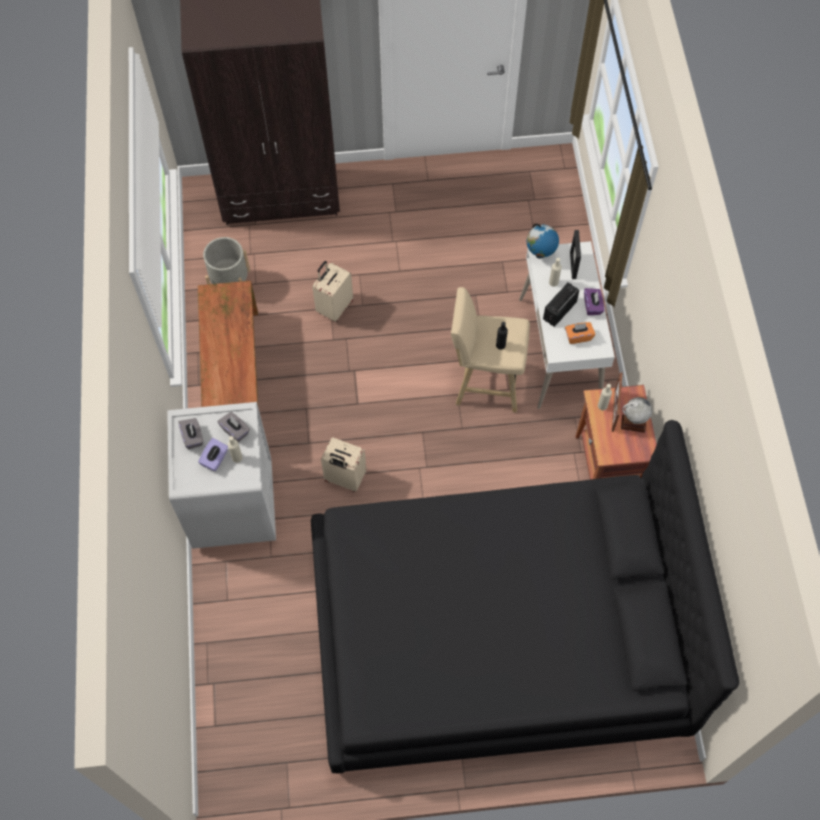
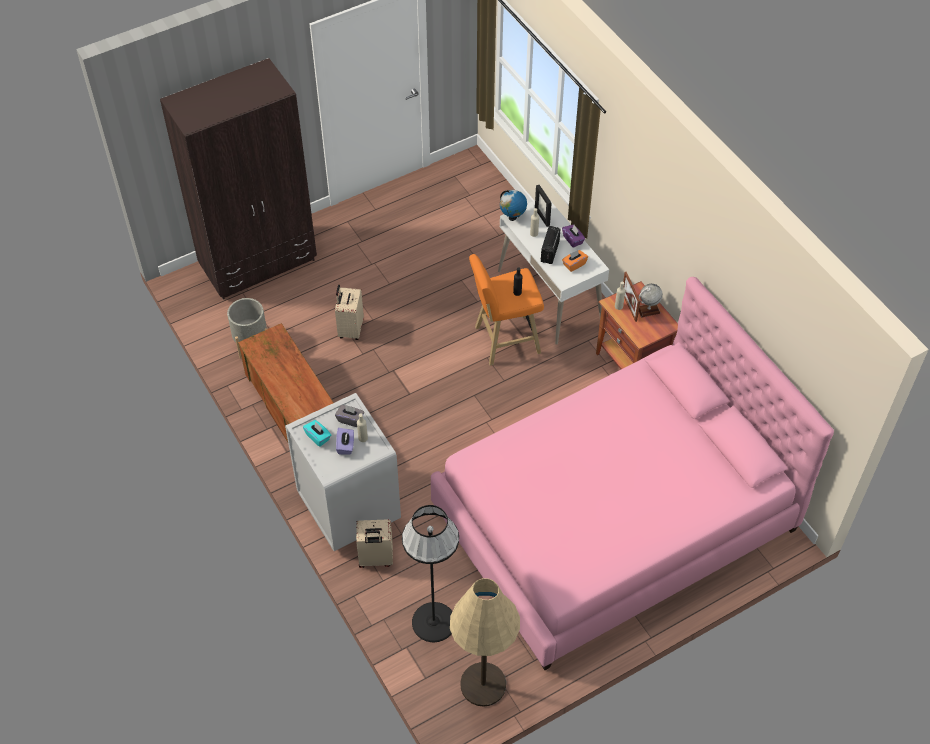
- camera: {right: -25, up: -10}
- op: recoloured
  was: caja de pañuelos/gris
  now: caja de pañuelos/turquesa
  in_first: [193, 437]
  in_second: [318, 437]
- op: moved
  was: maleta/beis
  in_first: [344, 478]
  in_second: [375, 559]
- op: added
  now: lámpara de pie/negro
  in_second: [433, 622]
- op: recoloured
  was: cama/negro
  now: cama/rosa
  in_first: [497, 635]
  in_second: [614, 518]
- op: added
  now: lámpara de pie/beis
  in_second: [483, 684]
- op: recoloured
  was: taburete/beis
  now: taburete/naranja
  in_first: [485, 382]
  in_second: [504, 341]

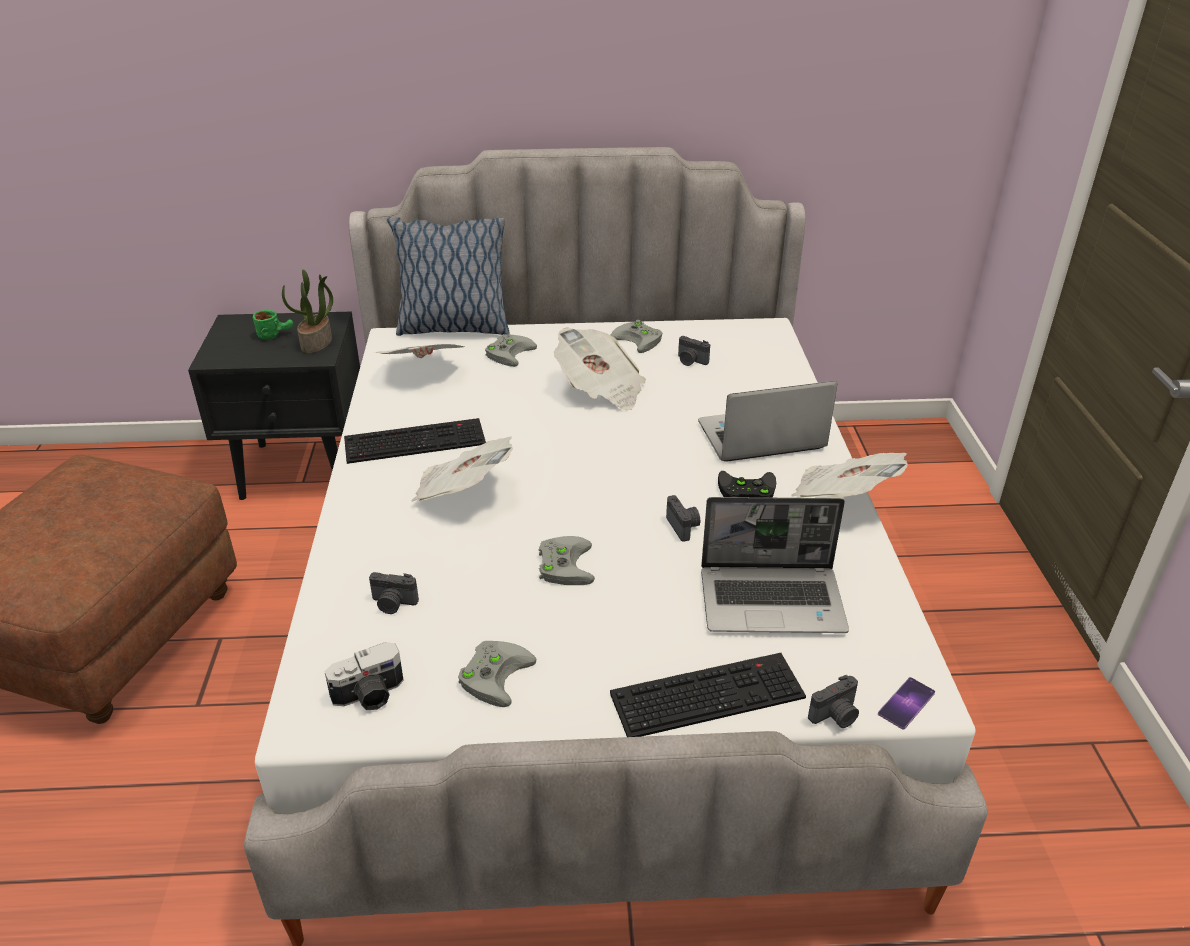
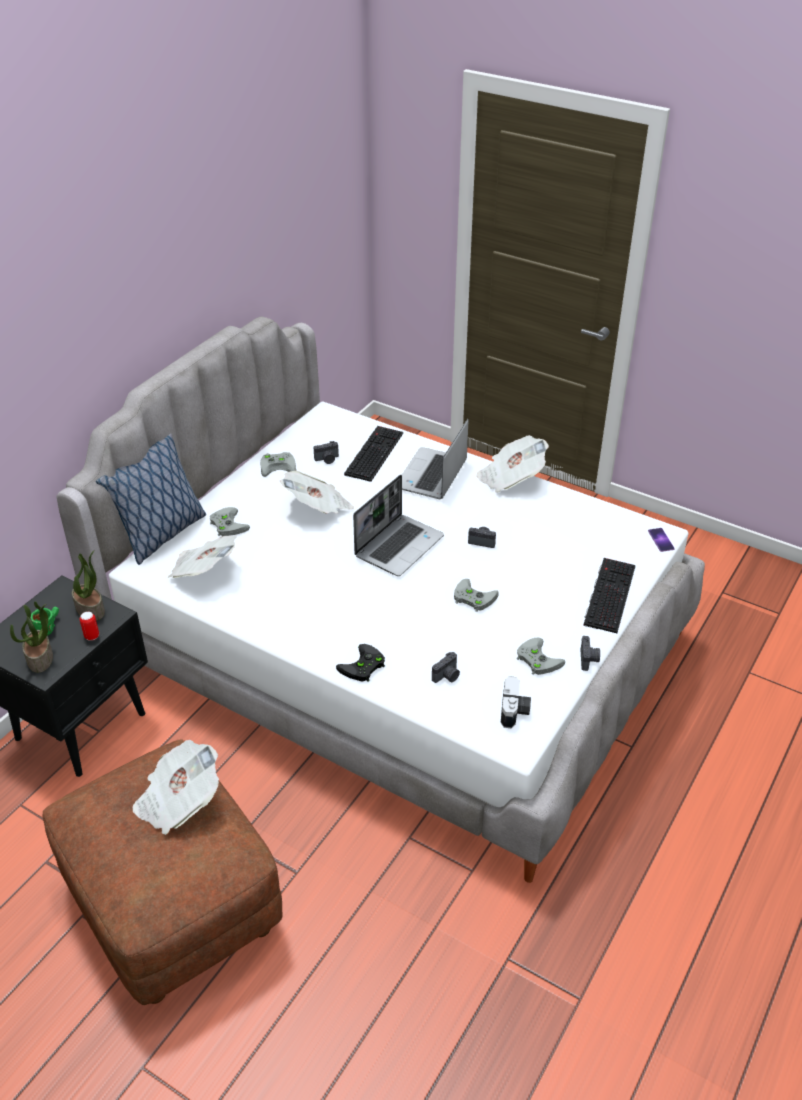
- camera: {right: -55, up: 5}
- op: added
  now: planta en maceta
  in_second: [40, 658]
- op: added
  now: lata
  in_second: [92, 636]
- op: moved
  was: periódico
  in_first: [463, 492]
  in_second: [178, 801]
- op: moved
  was: mando de consola/negro
  in_first: [745, 491]
  in_second: [362, 667]
- op: moved
  was: teclado
  in_first: [416, 440]
  in_second: [373, 453]
- op: moved
  was: portátil
  in_first: [773, 600]
  in_second: [399, 546]
- op: moved
  was: cámara
  in_first: [835, 716]
  in_second: [589, 659]

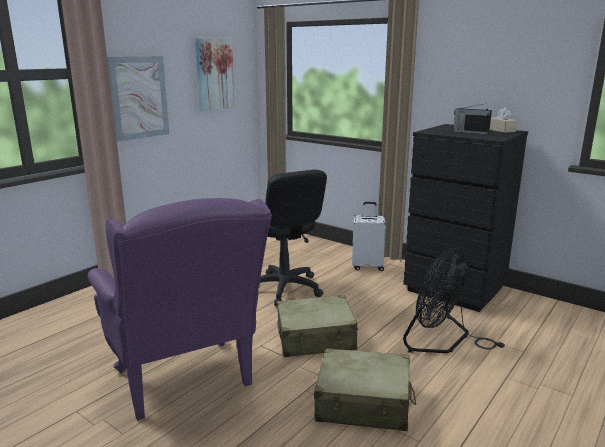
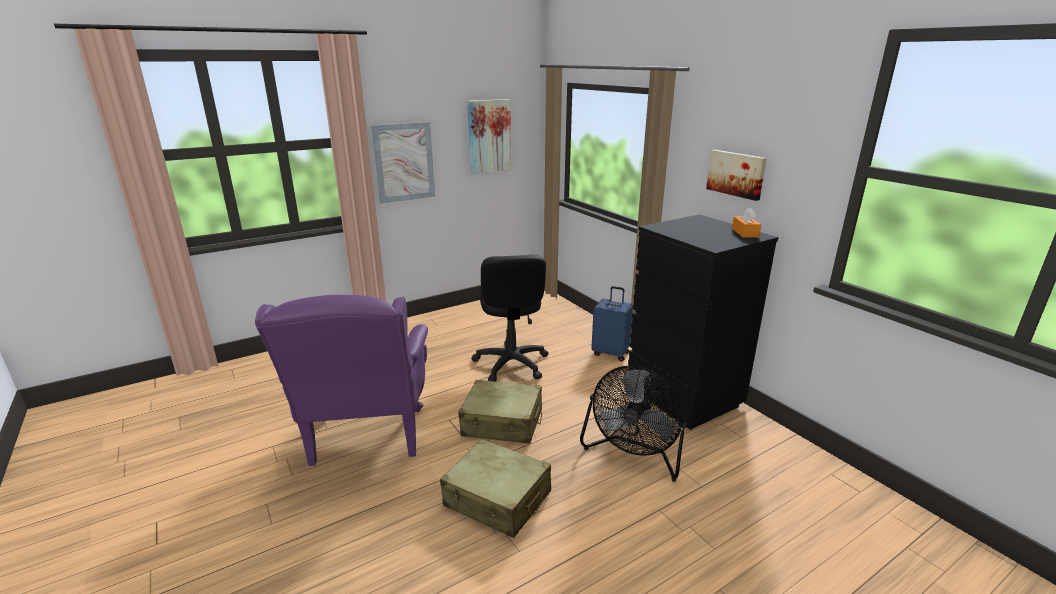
- camera: {right: 20, up: 5}
- op: turned
  was: ventilador/negro
  in_first: [447, 338]
  in_second: [631, 452]
  clockwise: -120
- op: recoloured
  was: maleta/blanco
  now: maleta/azul
  in_first: [367, 266]
  in_second: [611, 353]
- op: added
  now: cuadro
  in_second: [736, 174]
- op: recoloured
  was: caja de pañuelos/beis
  now: caja de pañuelos/naranja
  in_first: [501, 130]
  in_second: [745, 233]
- op: removed
  was: radio
  in_first: [470, 132]

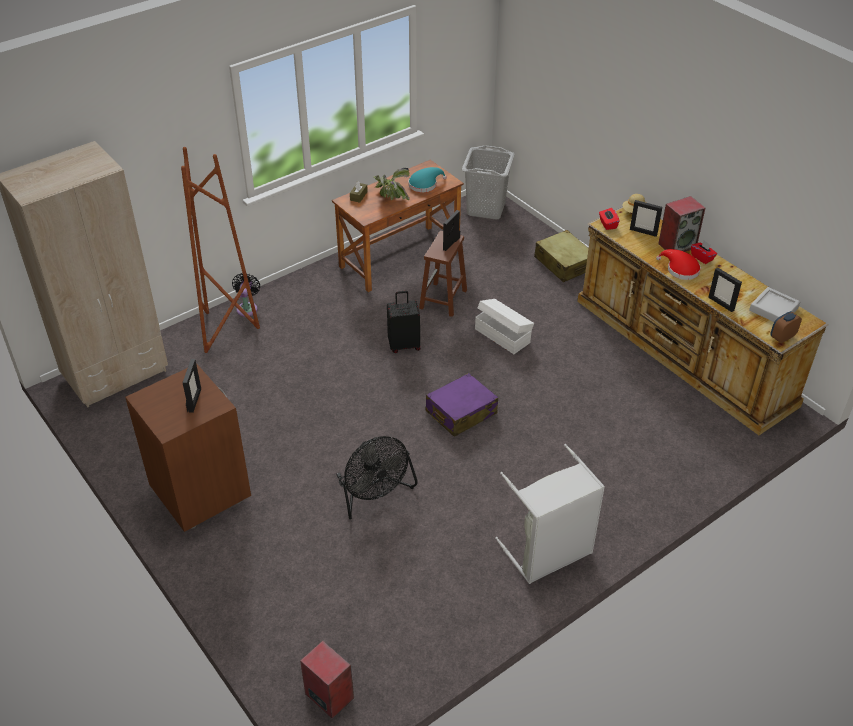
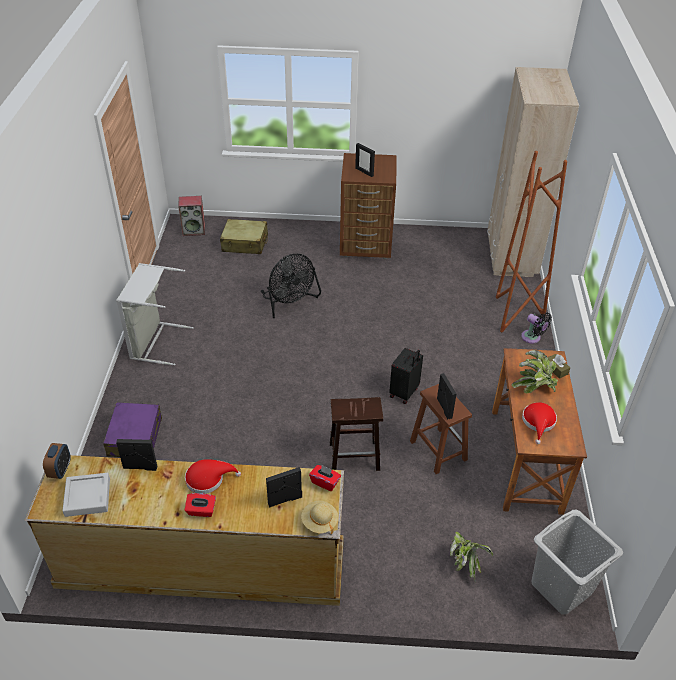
- camera: {right: 130, up: 0}
- op: moved
  was: maleta/morado
  in_first: [461, 412]
  in_second: [135, 437]
- op: moved
  was: maleta/beis
  in_first: [564, 263]
  in_second: [245, 243]
- op: turned
  was: ventilador/negro
  in_first: [371, 494]
  in_second: [287, 302]
  clockwise: -135
- op: replaced
  was: caja de almacenaje/blanco
  now: taburete/marrón
  in_first: [502, 335]
  in_second: [355, 456]
- op: added
  now: planta en maceta
  in_second: [465, 563]
- op: recoloured
  was: sombrero/turquesa
  now: sombrero/rojo
  in_first: [424, 184]
  in_second: [538, 422]
- op: removed
  was: altavoz
  in_first: [677, 245]

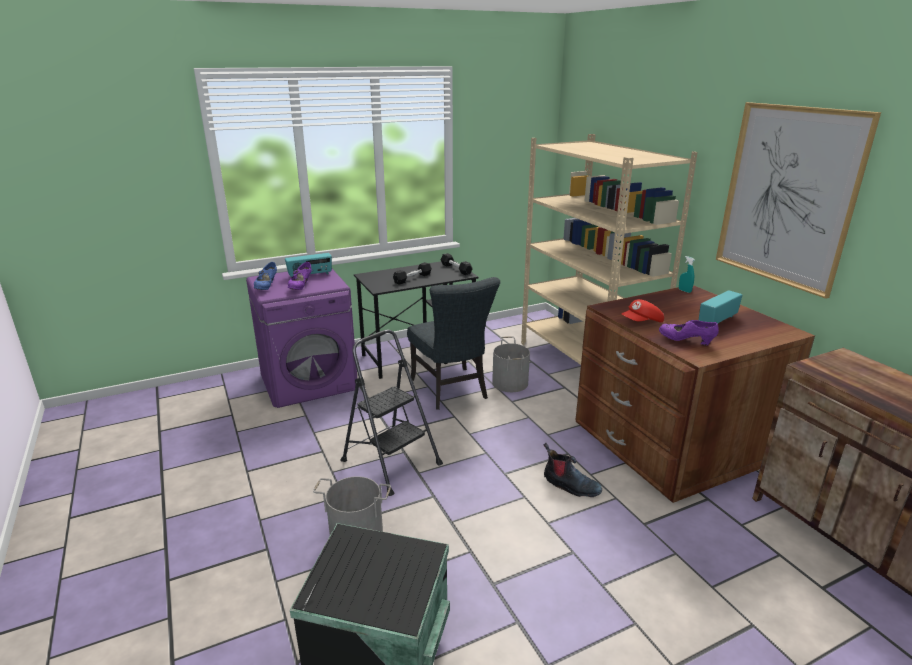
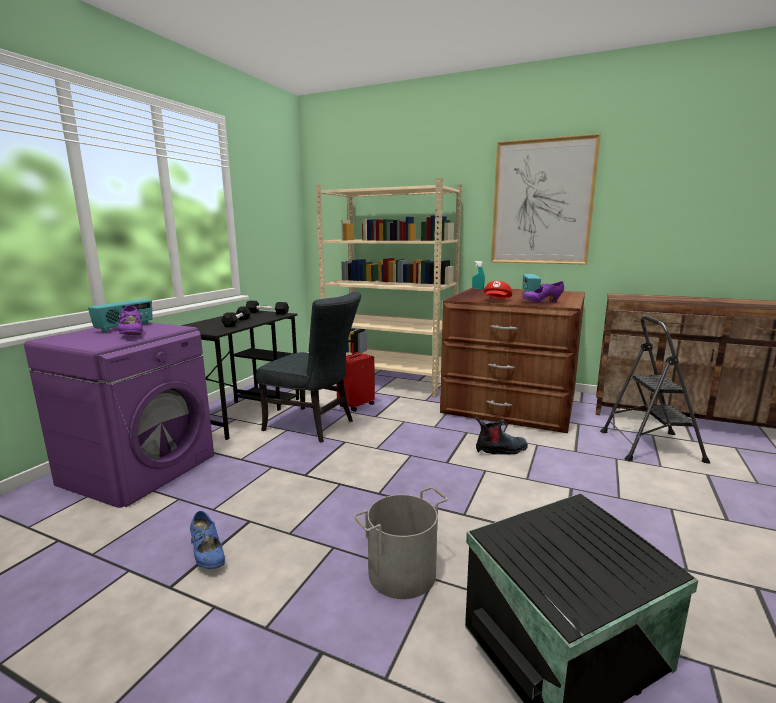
- camera: {right: -40, up: -10}
- op: moved
  was: zapato/azul
  in_first: [266, 287]
  in_second: [208, 556]
- op: replaced
  was: cubo/gris
  now: maleta/rojo
  in_first: [510, 383]
  in_second: [355, 406]
- op: moved
  was: escalera de tijera/negro
  in_first: [389, 460]
  in_second: [648, 445]

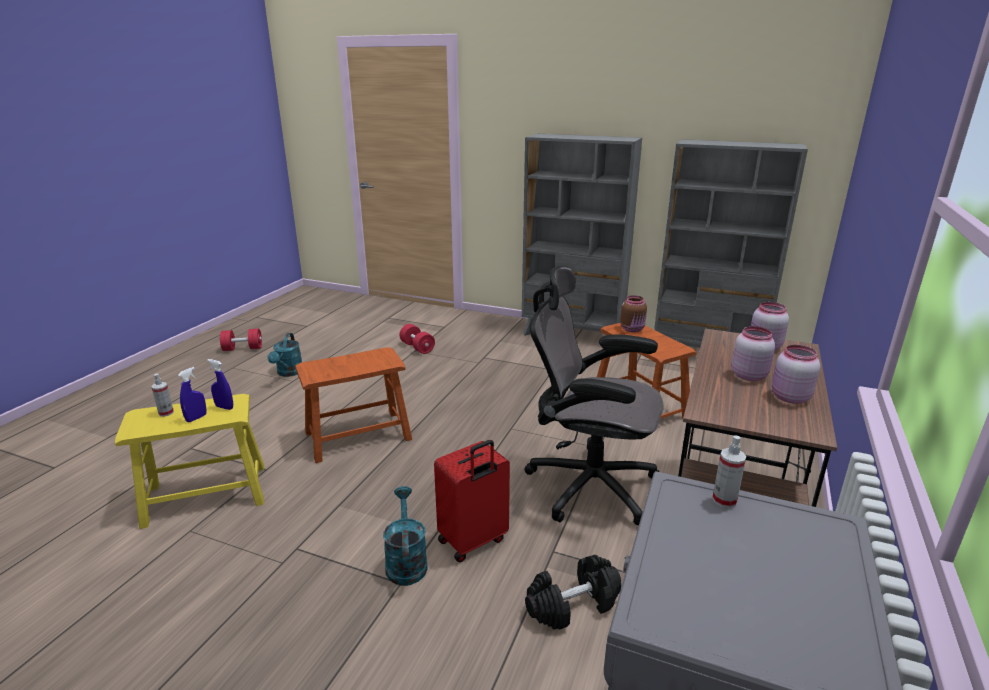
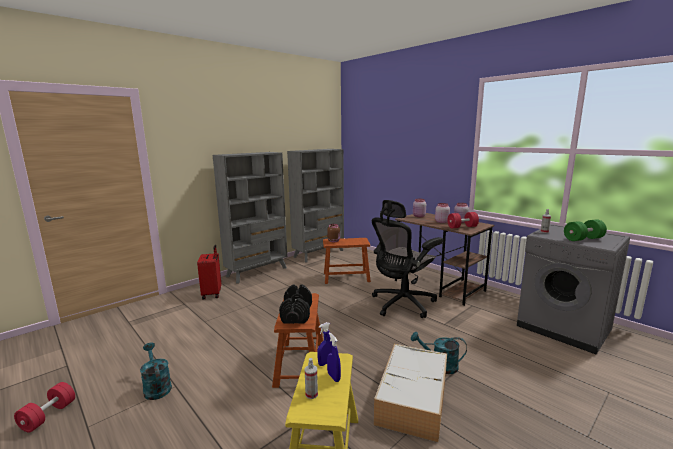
- camera: {right: -65, up: -10}
- op: turned
  was: regadera/turquesa
  in_first: [288, 373]
  in_second: [156, 387]
  clockwise: -150
- op: moved
  was: maleta/rojo
  in_first: [473, 541]
  in_second: [212, 294]
- op: moved
  was: mancuerna/negro
  in_first: [572, 605]
  in_second: [296, 314]
- op: added
  now: caja de almacenaje
  in_second: [413, 399]
- op: moved
  was: mancuerna/rojo
  in_first: [417, 347]
  in_second: [462, 227]
- op: added
  now: mancuerna/verde
  in_second: [583, 239]

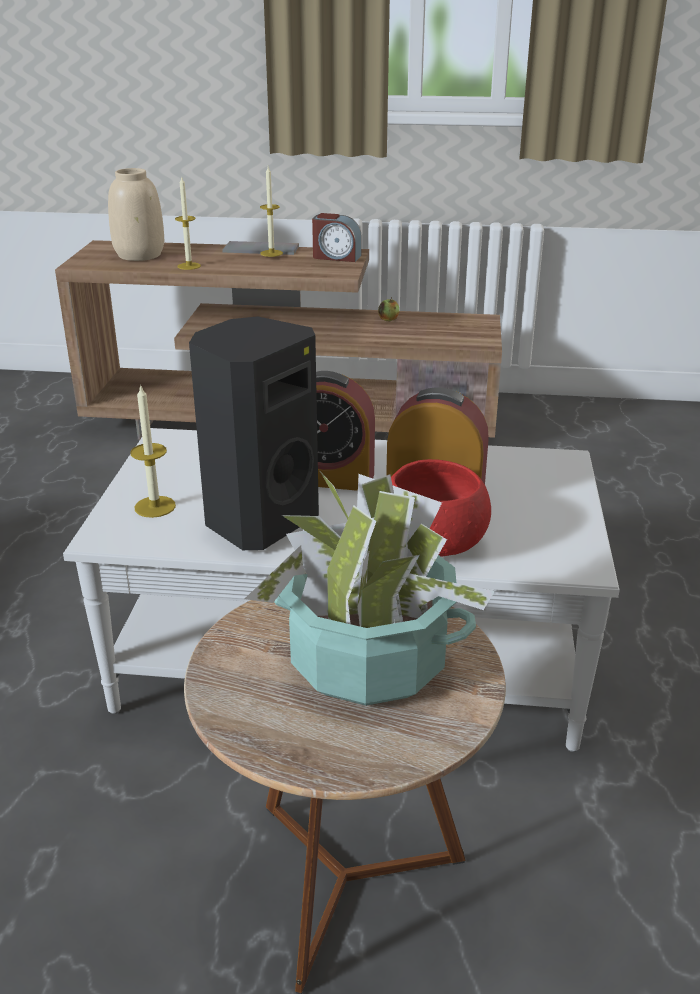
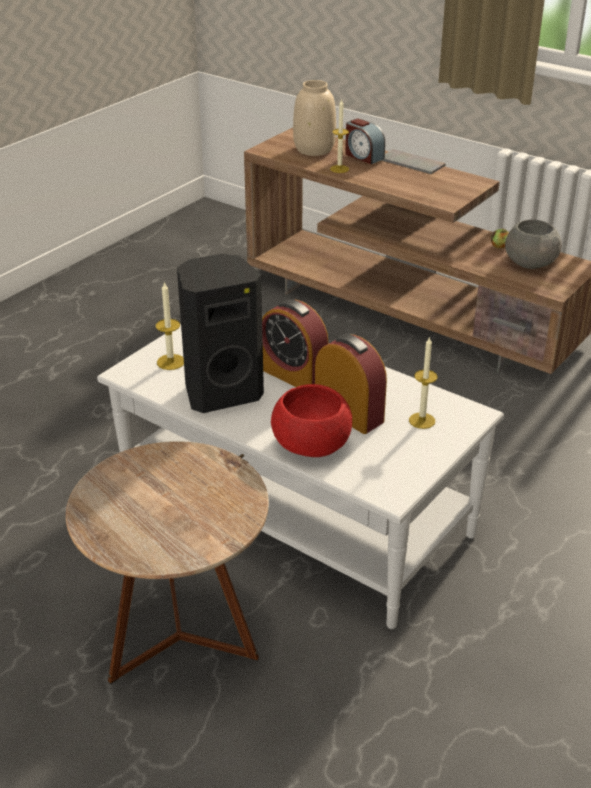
- camera: {right: 30, up: 5}
- op: moved
  was: despertador
  in_first: [336, 257]
  in_second: [363, 156]
- op: moved
  was: vela
  in_first: [271, 253]
  in_second: [422, 420]
- op: added
  now: cuenco/gris
  in_second: [530, 263]
- op: removed
  was: planta en maceta
  in_first: [368, 660]

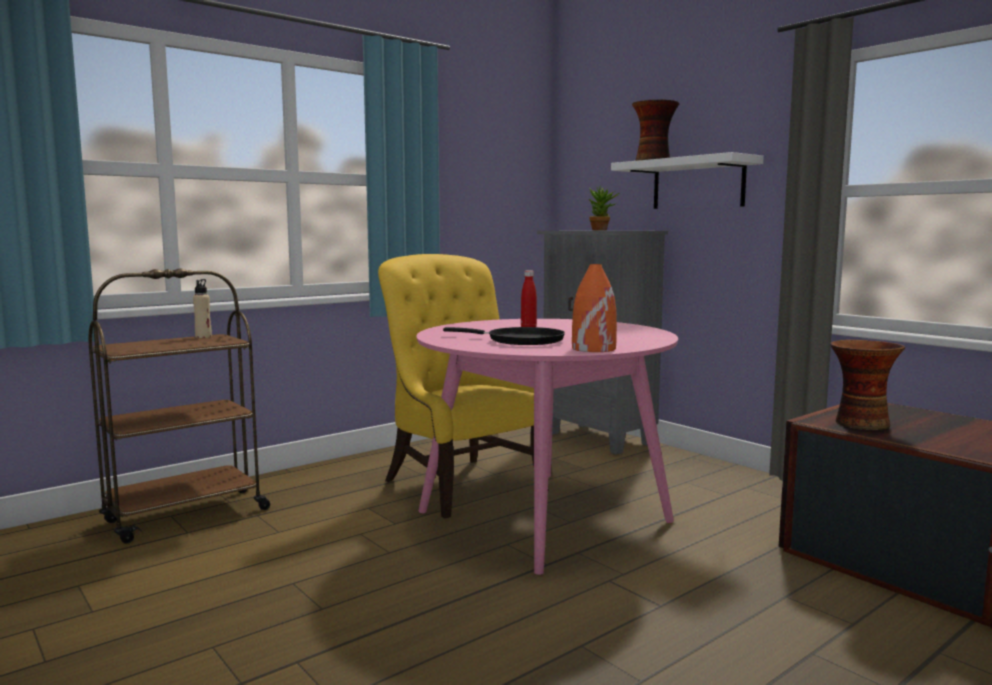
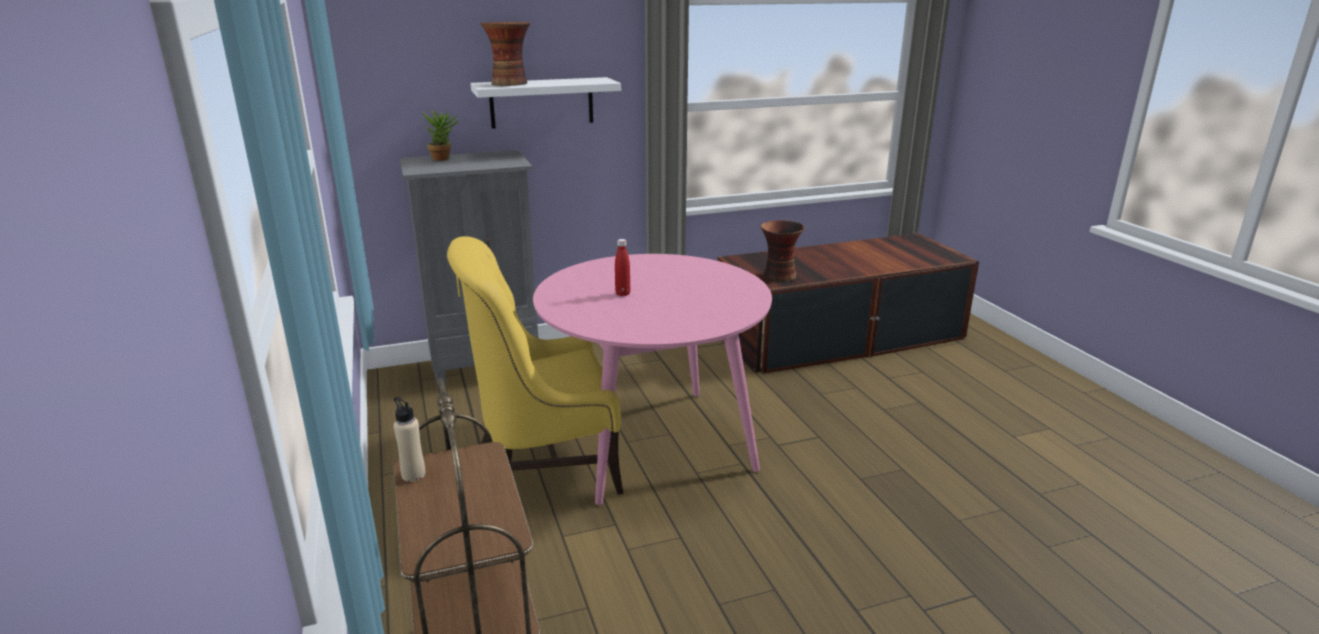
- camera: {right: -70, up: 15}
- op: removed
  was: sartén/negro
  in_first: [520, 340]
- op: removed
  was: florero/naranja
  in_first: [593, 348]

